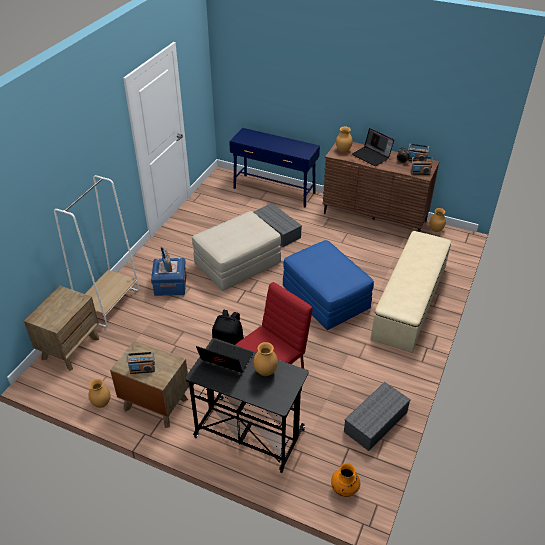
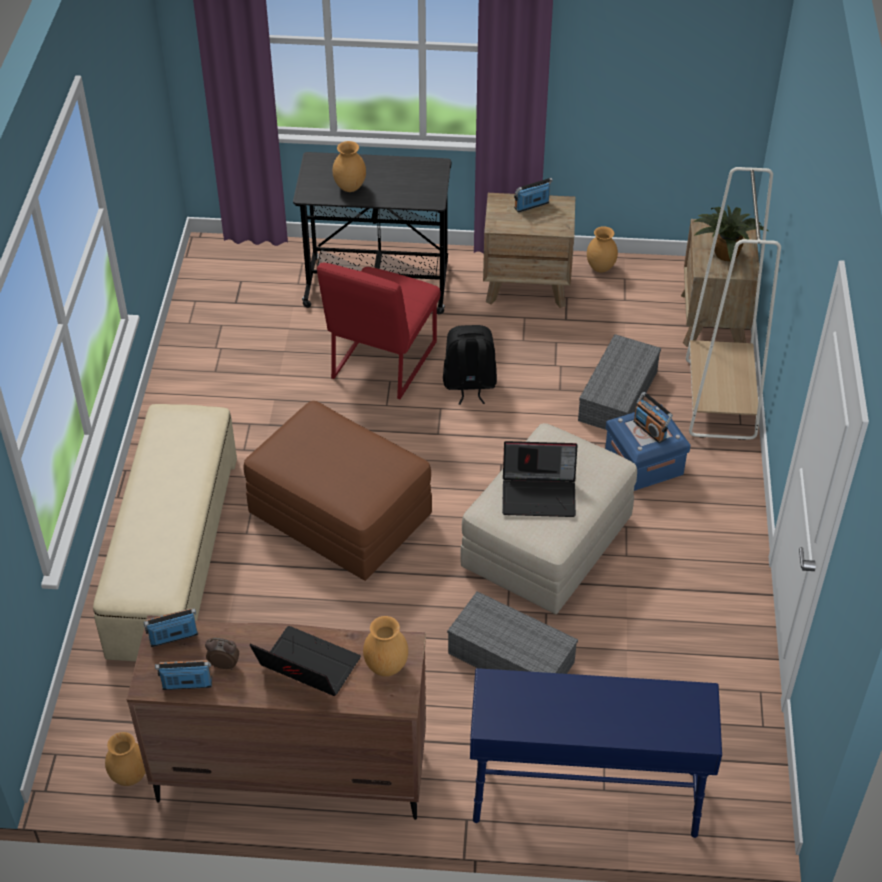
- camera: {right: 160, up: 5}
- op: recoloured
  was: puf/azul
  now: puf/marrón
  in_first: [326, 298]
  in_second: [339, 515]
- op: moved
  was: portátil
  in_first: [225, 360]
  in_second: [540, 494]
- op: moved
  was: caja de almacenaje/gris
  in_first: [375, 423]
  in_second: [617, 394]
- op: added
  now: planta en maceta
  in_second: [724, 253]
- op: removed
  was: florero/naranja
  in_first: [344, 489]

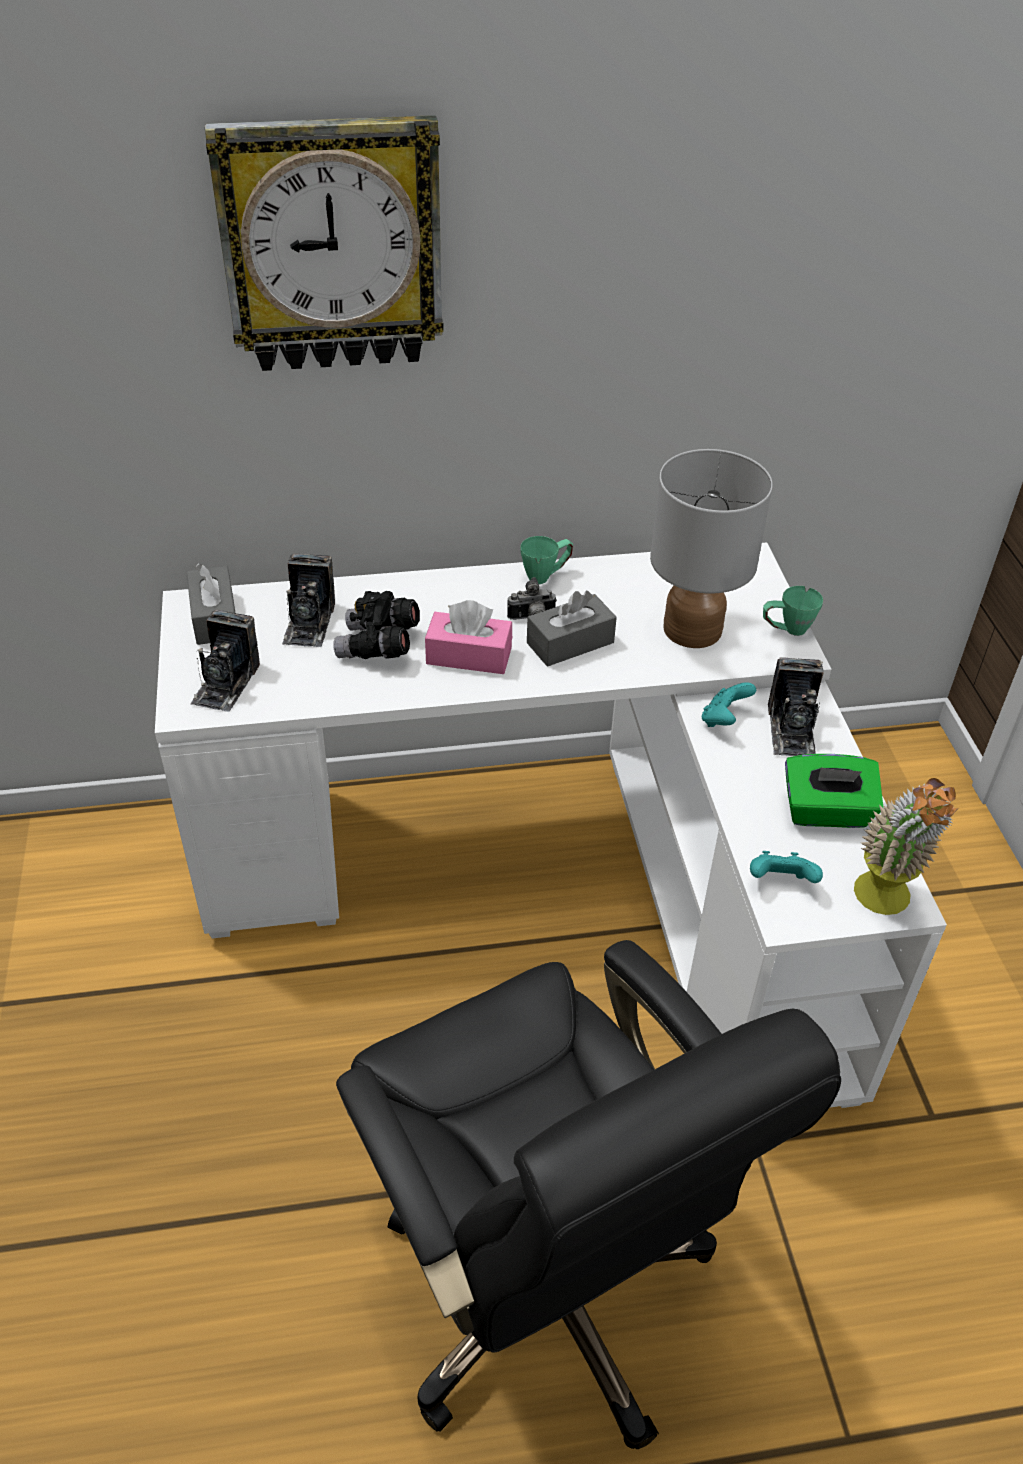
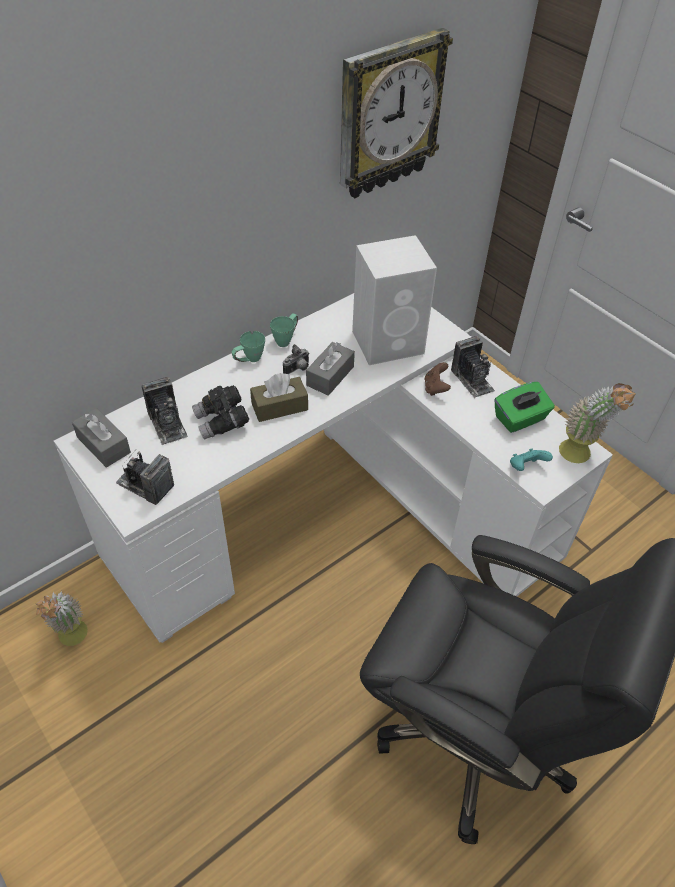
- camera: {right: -30, up: 5}
- op: added
  now: planta en maceta
  in_second: [73, 640]
- op: turned
  was: cámara
  in_first: [226, 683]
  in_second: [145, 485]
  clockwise: 135
- op: moved
  was: taza grande/verde
  in_first: [786, 630]
  in_second: [249, 360]
- op: recoloured
  was: caja de pañuelos/rosa
  now: caja de pañuelos/marrón
  in_first: [469, 656]
  in_second: [279, 407]
- op: moved
  was: reloj de pared
  in_first: [332, 246]
  in_second: [388, 115]
- op: replaced
  was: lámpara de mesa/gris
  now: altavoz/blanco
  in_first: [693, 630]
  in_second: [389, 342]
- op: recoloured
  was: mando de consola/turquesa
  now: mando de consola/marrón
  in_first: [724, 719]
  in_second: [435, 388]

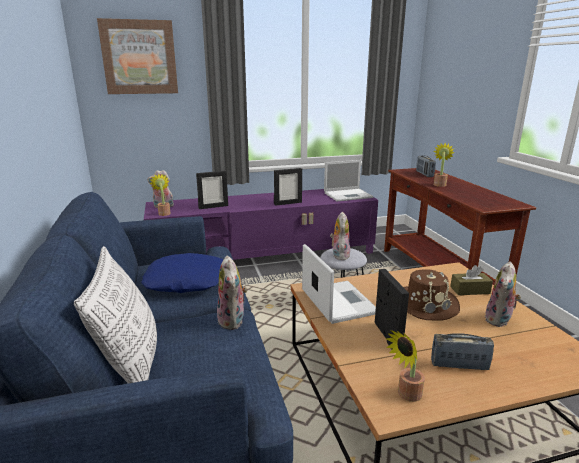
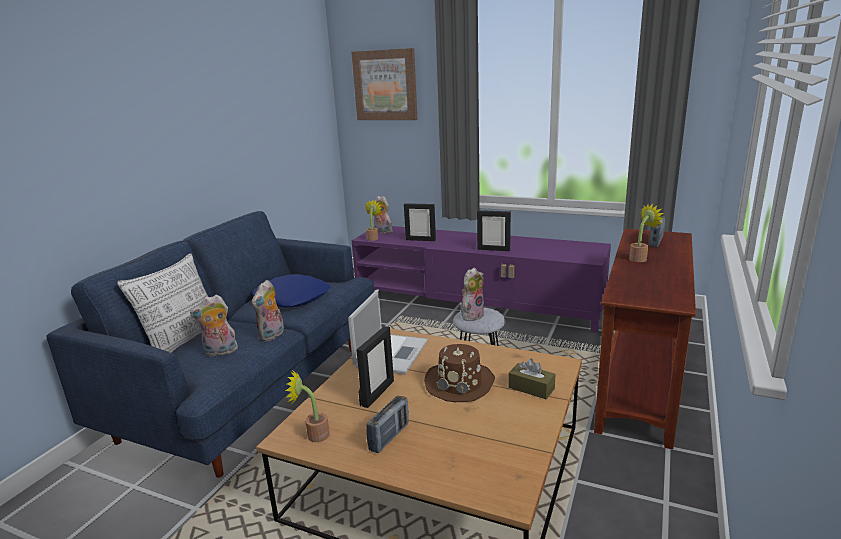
- camera: {right: 40, up: 0}
- op: moved
  was: peluche
  in_first: [499, 320]
  in_second: [220, 352]
- op: turned
  was: radio
  in_first: [459, 365]
  in_second: [389, 437]
  clockwise: 75
- op: removed
  was: portátil
  in_first: [348, 195]

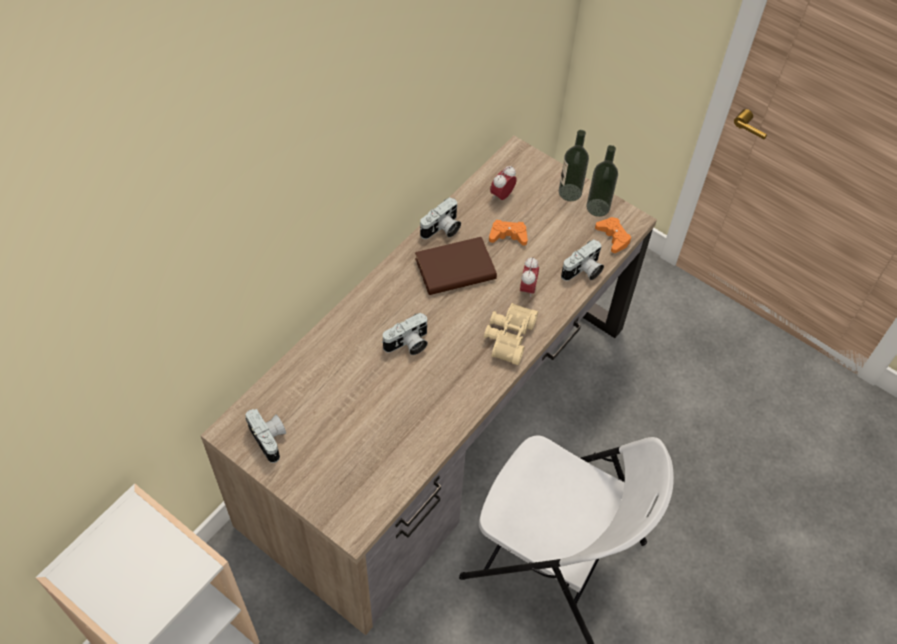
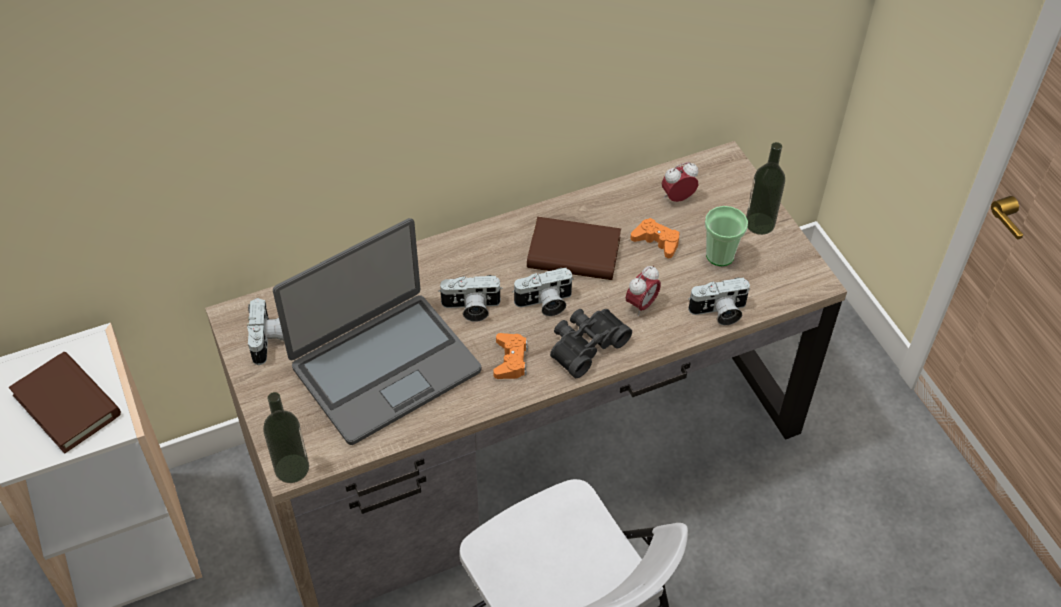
- camera: {right: 30, up: -5}
- op: added
  now: libro/marrón
  in_second: [67, 405]
- op: moved
  was: botella
  in_first: [598, 207]
  in_second: [292, 468]
- op: added
  now: portátil
  in_second: [384, 367]
- op: moved
  was: mando de consola/naranja
  in_first: [613, 237]
  in_second: [510, 360]
- op: moved
  was: cámara
  in_first: [442, 229]
  in_second: [545, 304]
- op: recoloured
  was: prismáticos/beis
  now: prismáticos/negro
  in_first: [507, 337]
  in_second: [585, 345]
- op: added
  now: taza
  in_second: [720, 255]

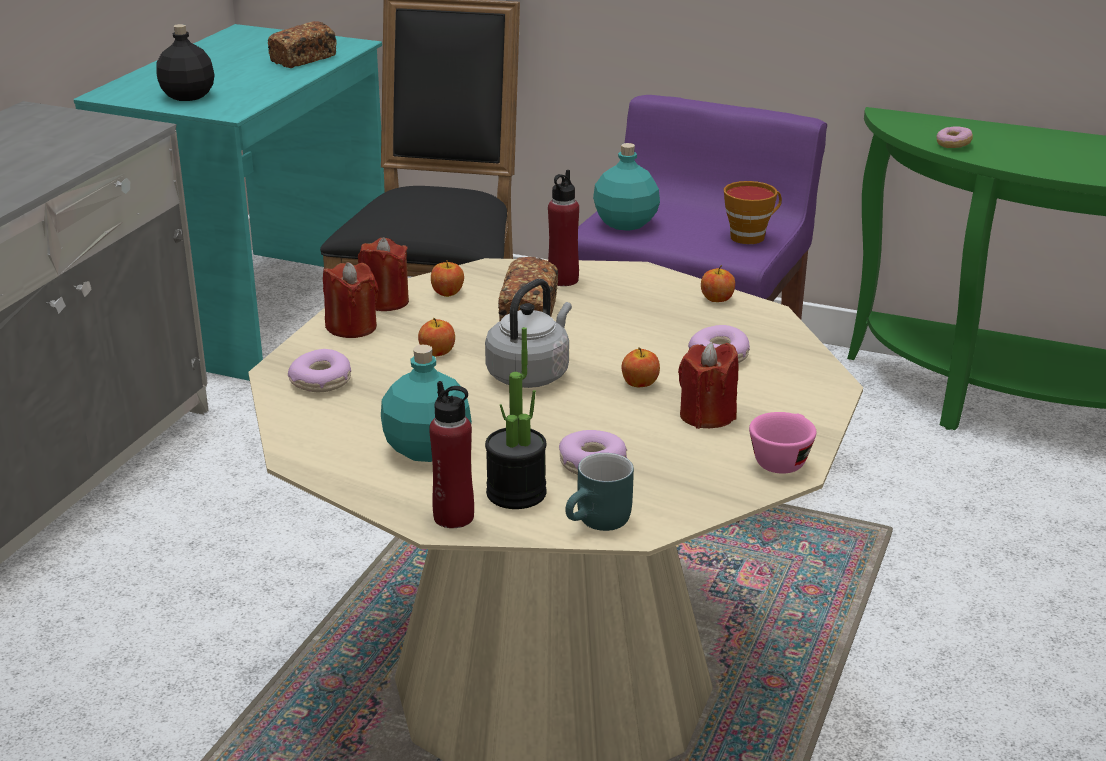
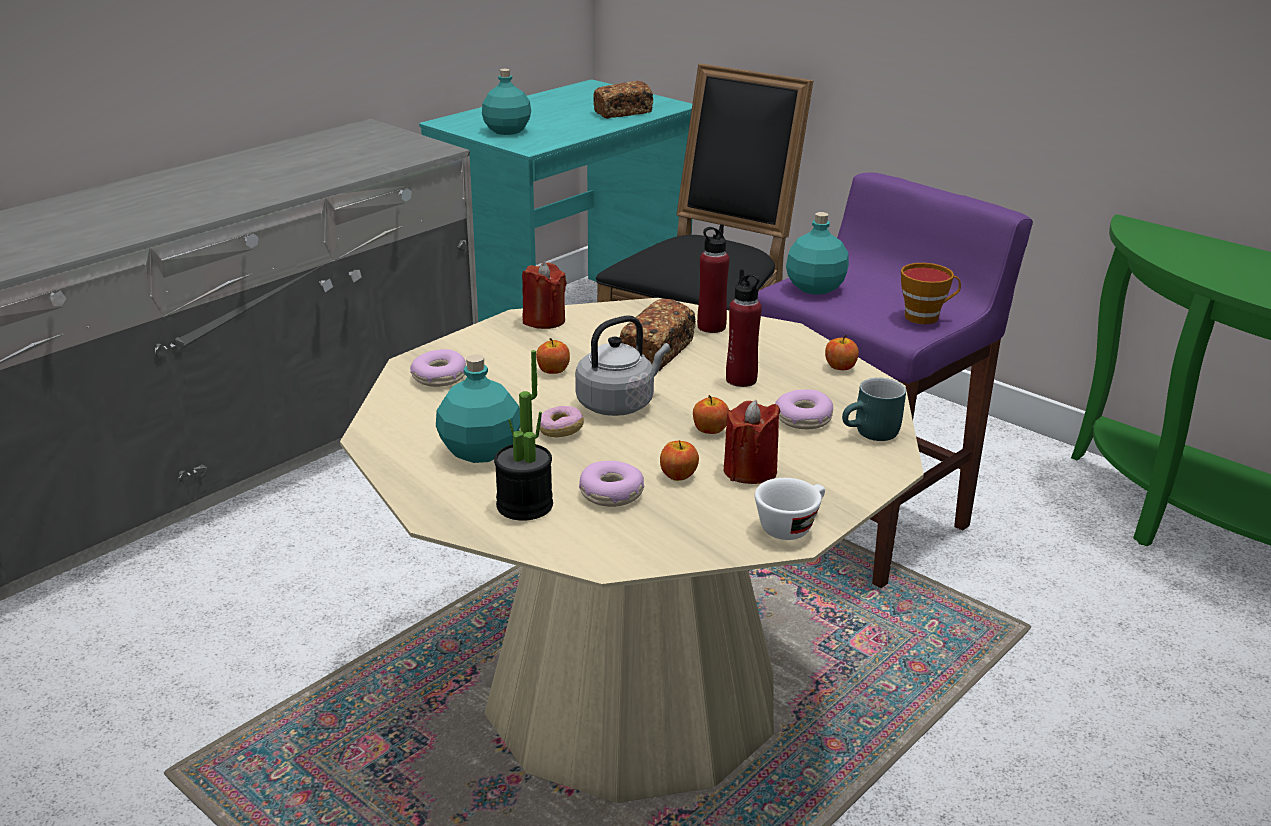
- camera: {right: 20, up: 0}
- op: recoloured
  was: botella/negro
  now: botella/turquesa
  in_first: [187, 96]
  in_second: [506, 131]
- op: moved
  was: rosquilla
  in_first: [953, 145]
  in_second: [560, 431]
- op: moved
  was: manzana
  in_first: [448, 293]
  in_second: [678, 475]
- op: moved
  was: botella/rojo
  in_first: [454, 517]
  in_second: [741, 380]
- op: recoloured
  was: taza/rosa
  now: taza/blanco
  in_first: [782, 459]
  in_second: [791, 526]
- op: moved
  was: taza grande/turquesa
  in_first: [600, 523]
  in_second: [872, 434]
- op: removed
  was: vela/rojo
  in_first: [352, 327]

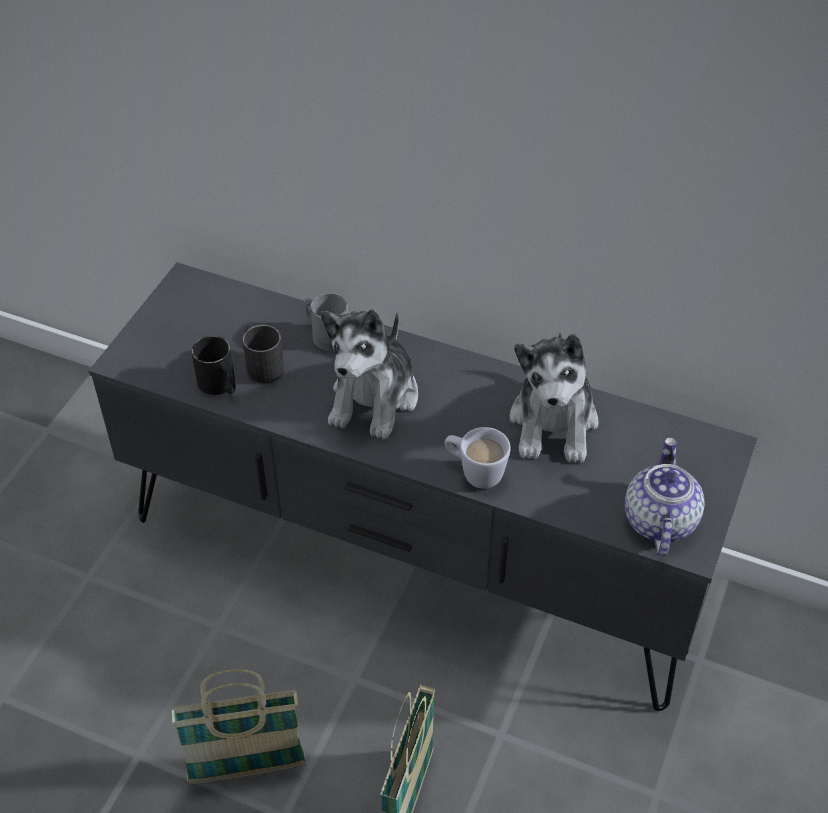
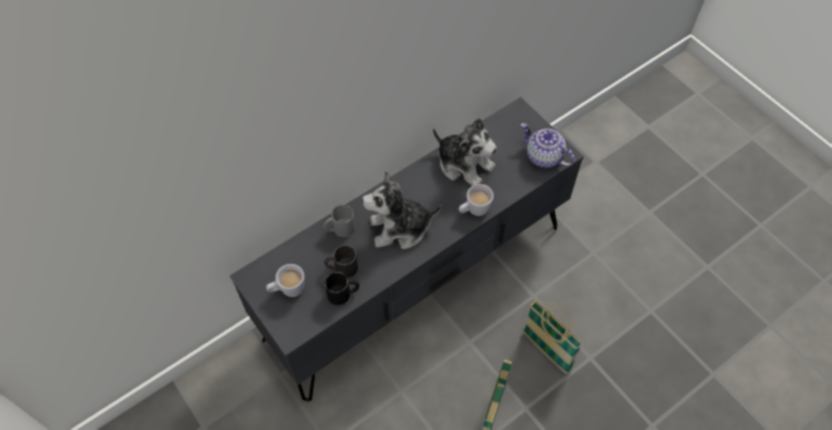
- camera: {right: -60, up: 10}
- op: added
  now: taza grande/blanco
  in_second: [288, 290]
- op: turned
  was: peluche
  in_first: [374, 398]
  in_second: [400, 228]
  clockwise: 120

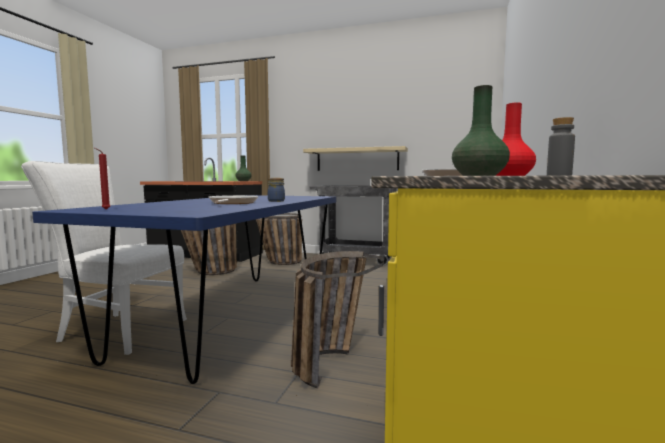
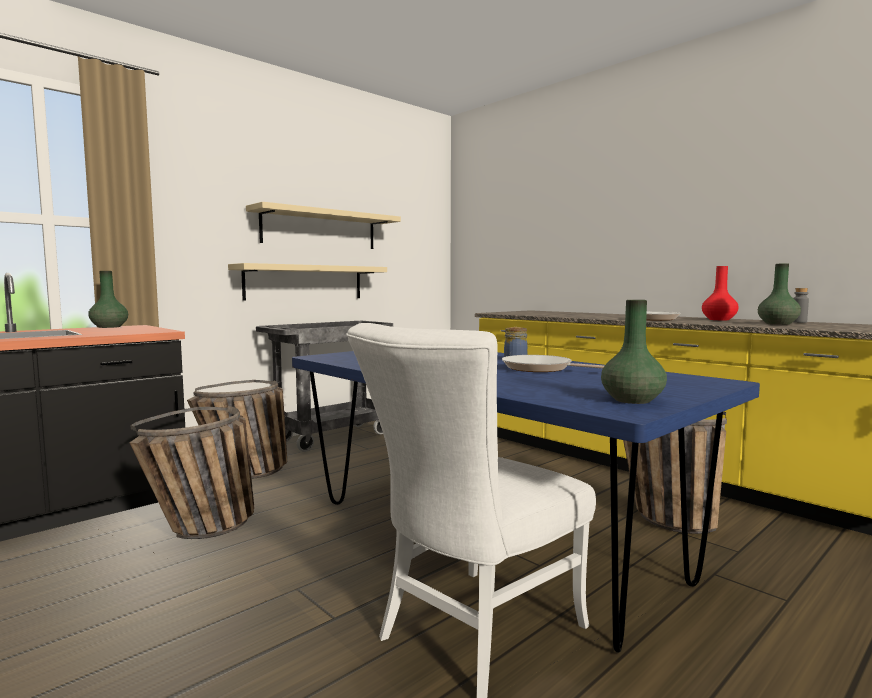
- camera: {right: -60, up: 0}
- op: added
  now: estante/beis
  in_second: [320, 229]
- op: replaced
  was: vela/rojo
  now: florero/verde
  in_first: [104, 209]
  in_second: [632, 400]

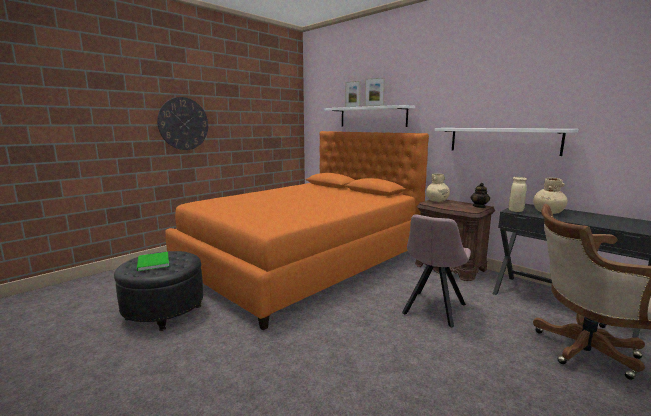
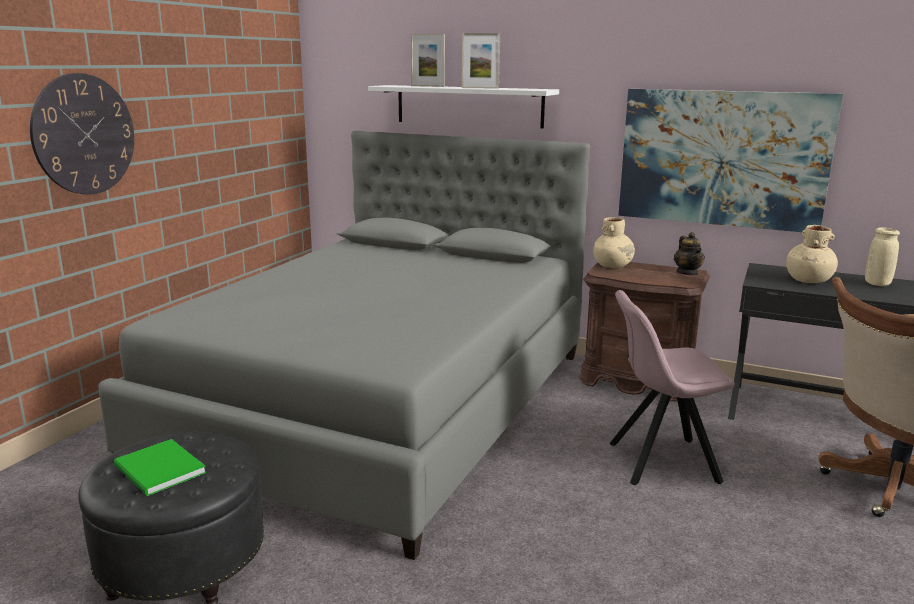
- camera: {right: -20, up: 5}
- op: recoloured
  was: cama/naranja
  now: cama/gris
  in_first: [304, 261]
  in_second: [383, 404]
- op: turned
  was: silla/rosa
  in_first: [433, 309]
  in_second: [662, 462]
  clockwise: 75
- op: replaced
  was: estante/blanco
  now: cuadro
  in_first: [503, 140]
  in_second: [722, 158]
- op: moved
  was: florero/beis
  in_first: [515, 211]
  in_second: [877, 284]

